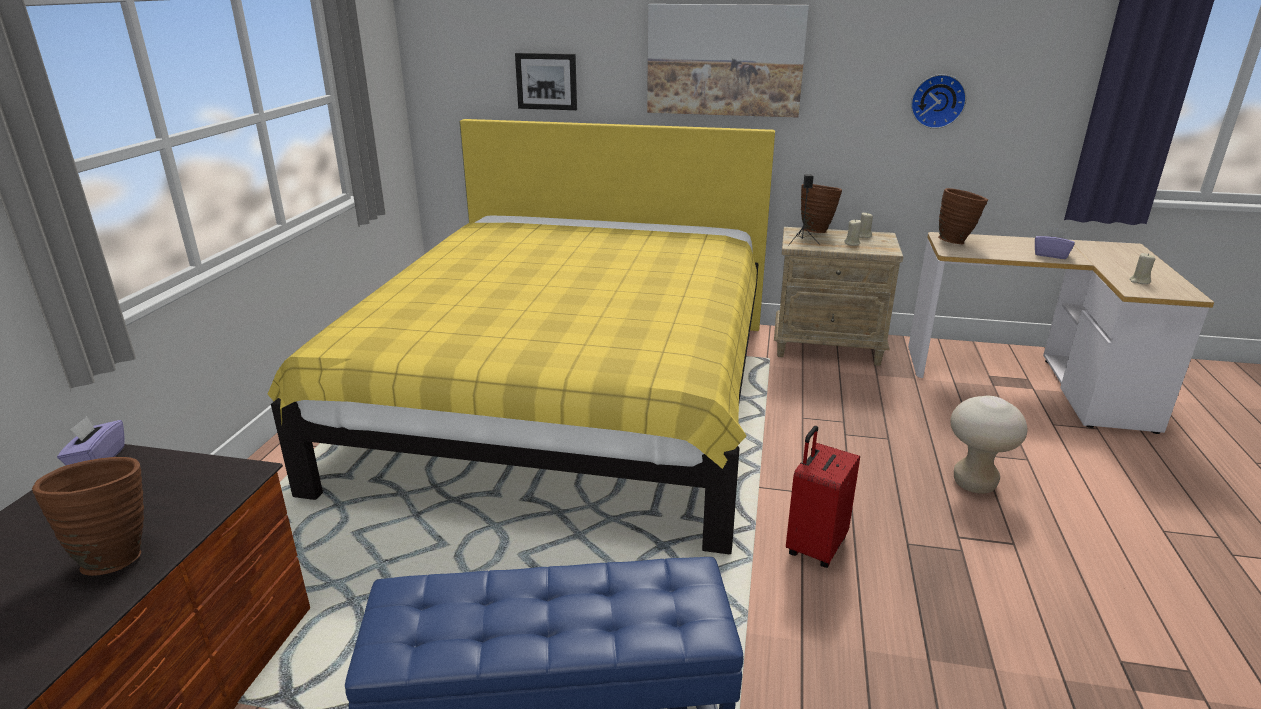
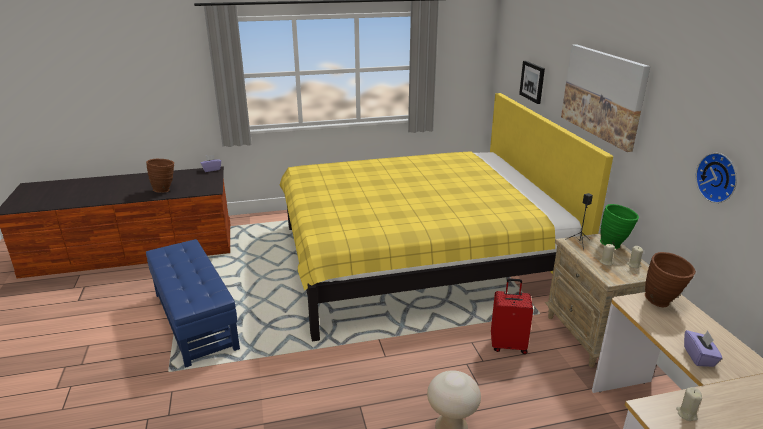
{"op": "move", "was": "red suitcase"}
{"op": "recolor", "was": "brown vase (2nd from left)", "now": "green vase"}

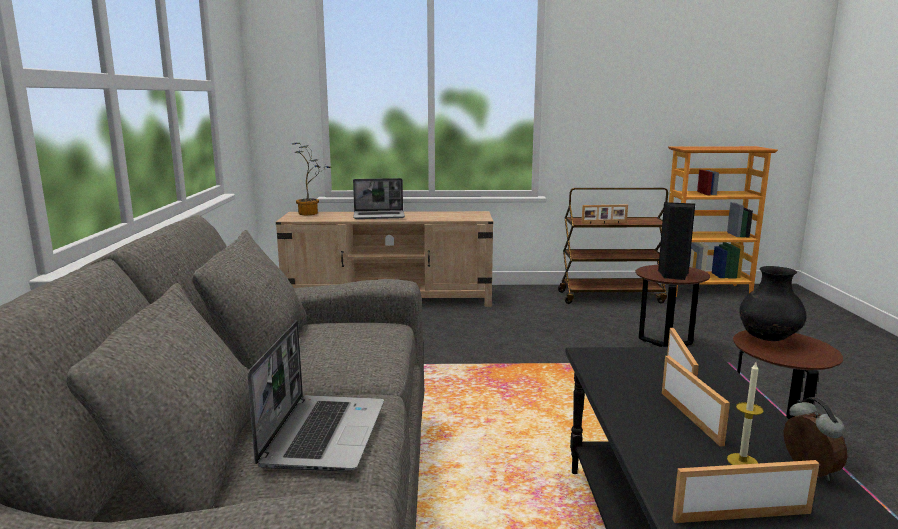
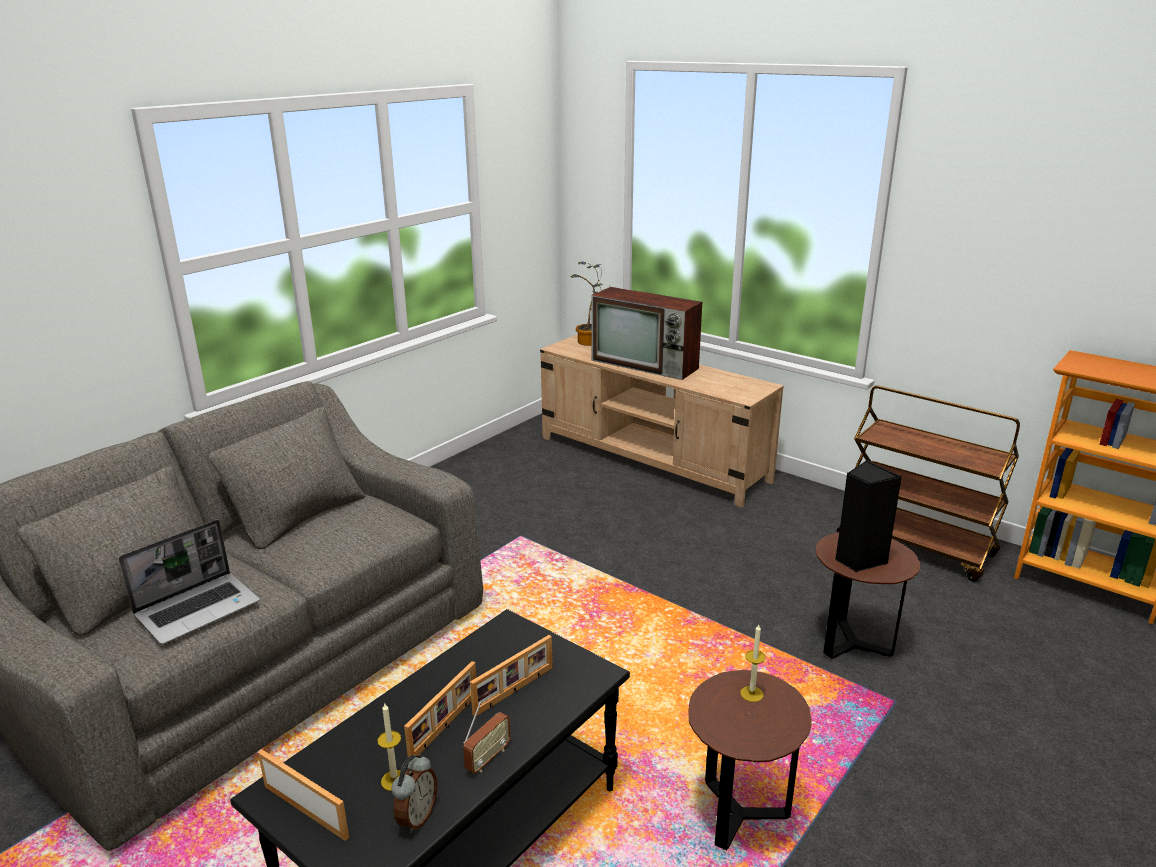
{"op": "delete", "was": "picture frame (1st from left)"}
{"op": "insert", "now": "radio"}
{"op": "replace", "was": "laptop (2nd from left)", "now": "television"}
{"op": "replace", "was": "black vase", "now": "candle (2nd from left)"}

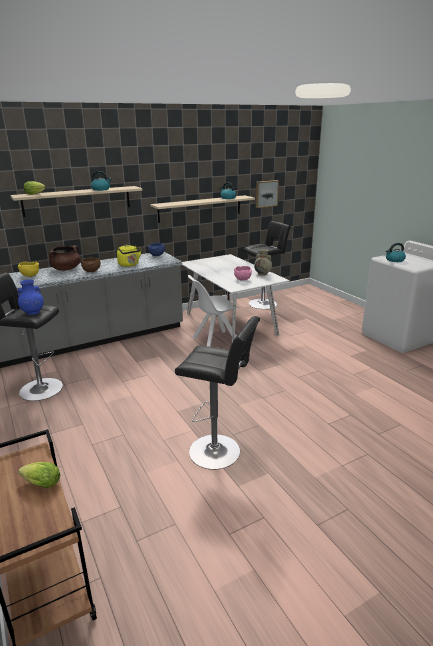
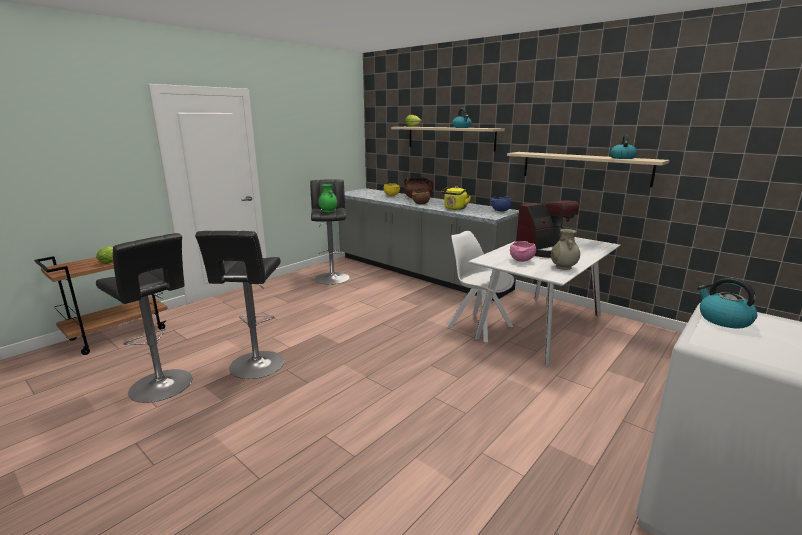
{"op": "delete", "was": "picture"}
{"op": "insert", "now": "coffee machine"}
{"op": "move", "was": "black stool (3rd from left in the first image)", "now": "black stool (1st from left)"}
{"op": "recolor", "was": "blue vase", "now": "green vase"}

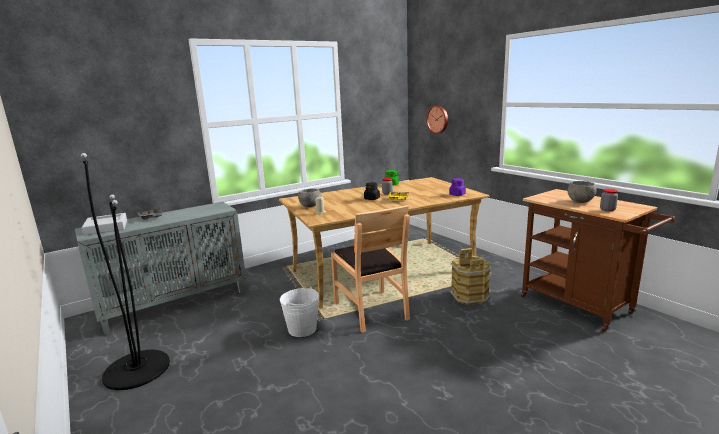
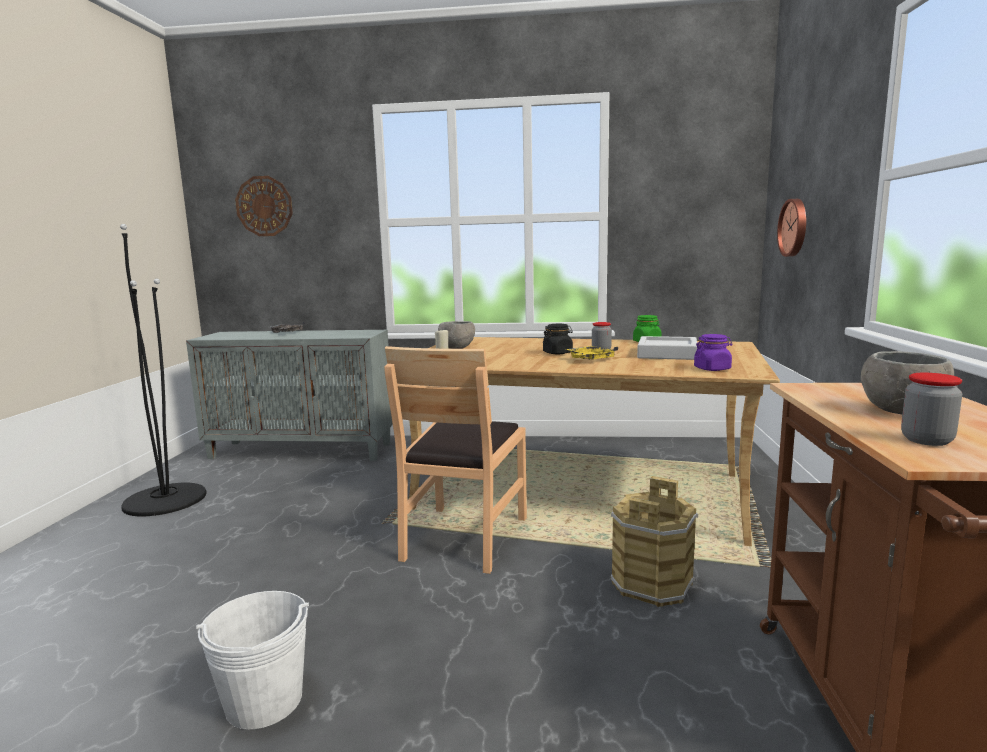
{"op": "insert", "now": "wall clock (1st from left)"}
{"op": "move", "was": "grey tray (1st from left in the first image)", "now": "grey tray (2nd from left)"}
{"op": "move", "was": "white bucket"}

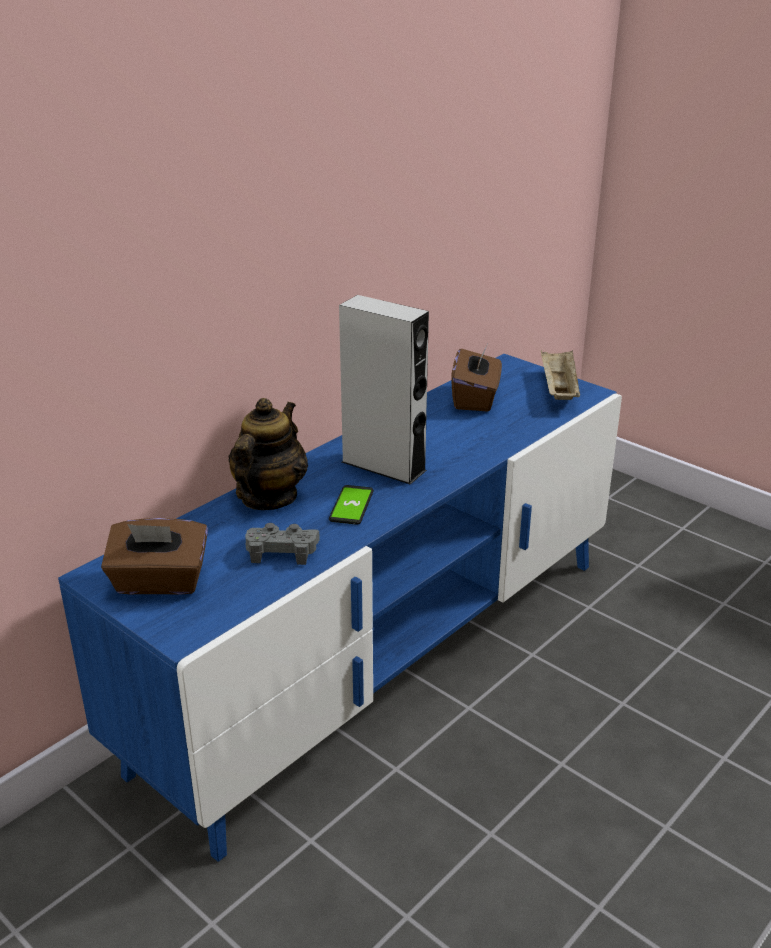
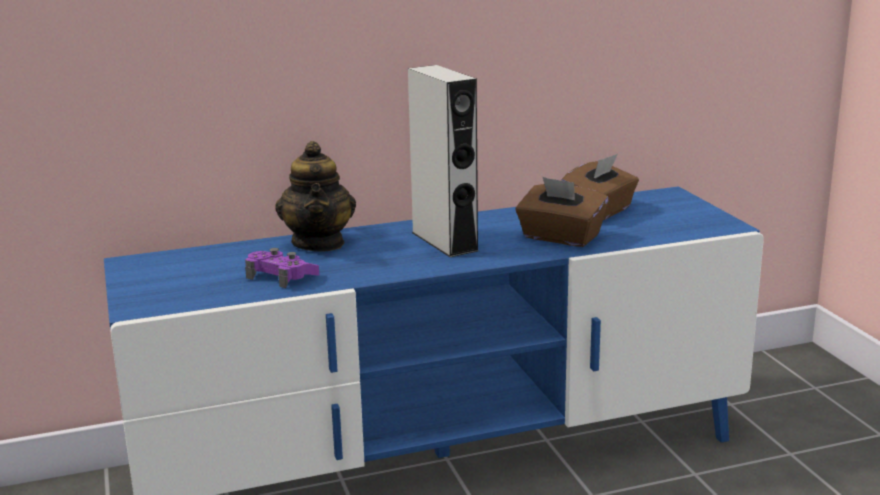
{"op": "delete", "was": "phone"}
{"op": "delete", "was": "beige tray"}
{"op": "move", "was": "brown tissue box (1st from left)"}
{"op": "recolor", "was": "grey game controller", "now": "purple game controller"}
{"op": "rotate", "was": "teapot", "clockwise": 120}

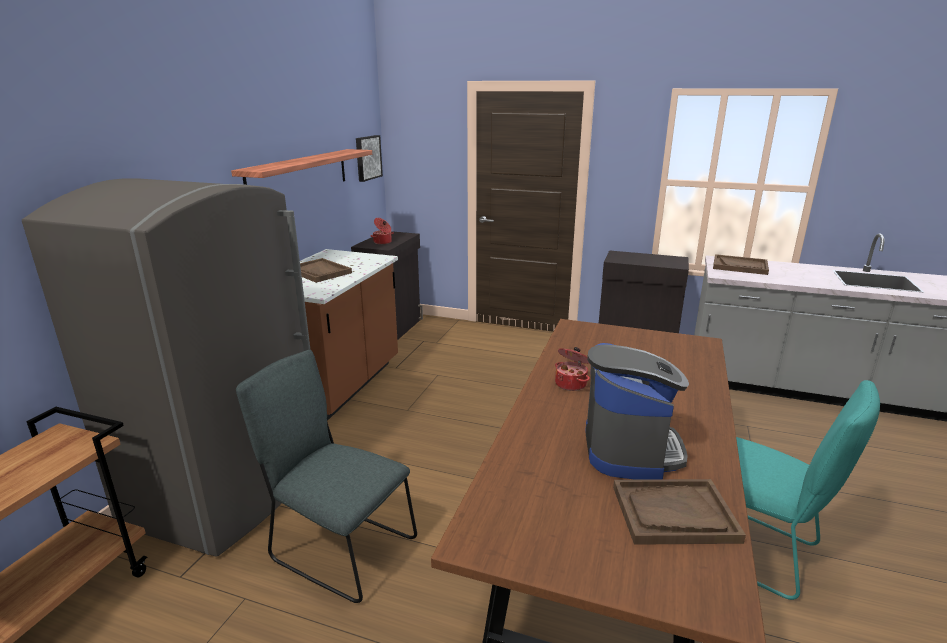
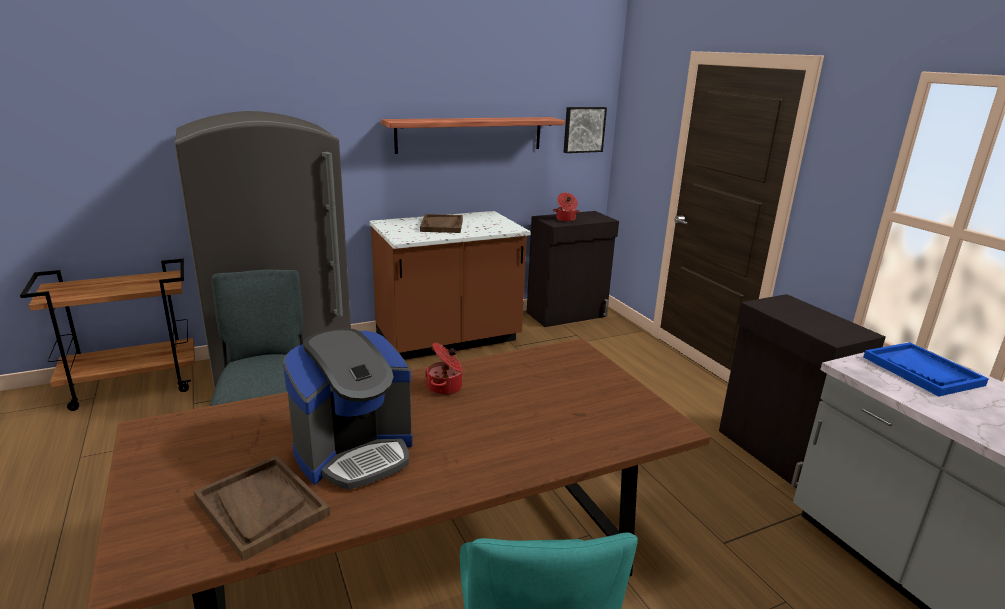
{"op": "recolor", "was": "brown tray (3rd from left)", "now": "blue tray"}

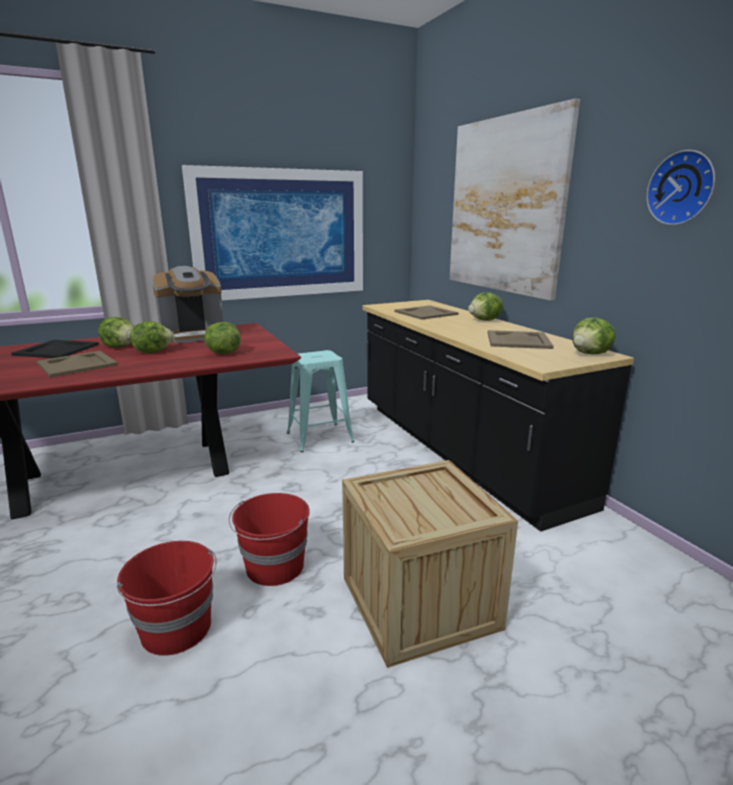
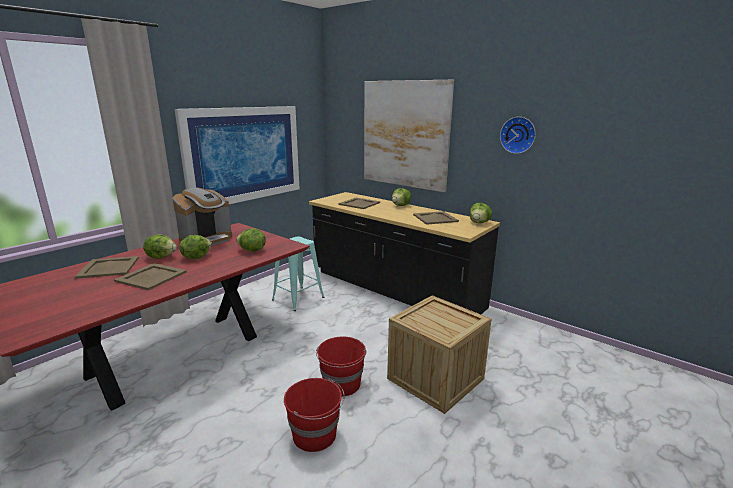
{"op": "recolor", "was": "black tray", "now": "beige tray (1st from left)"}

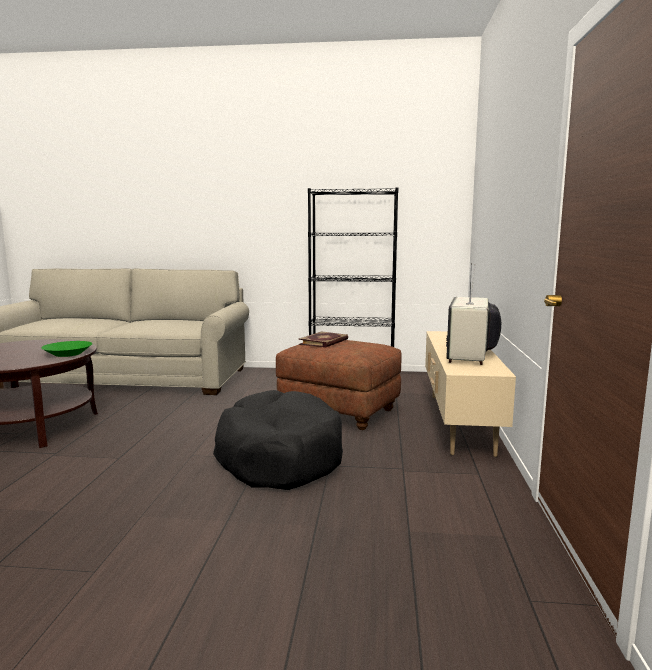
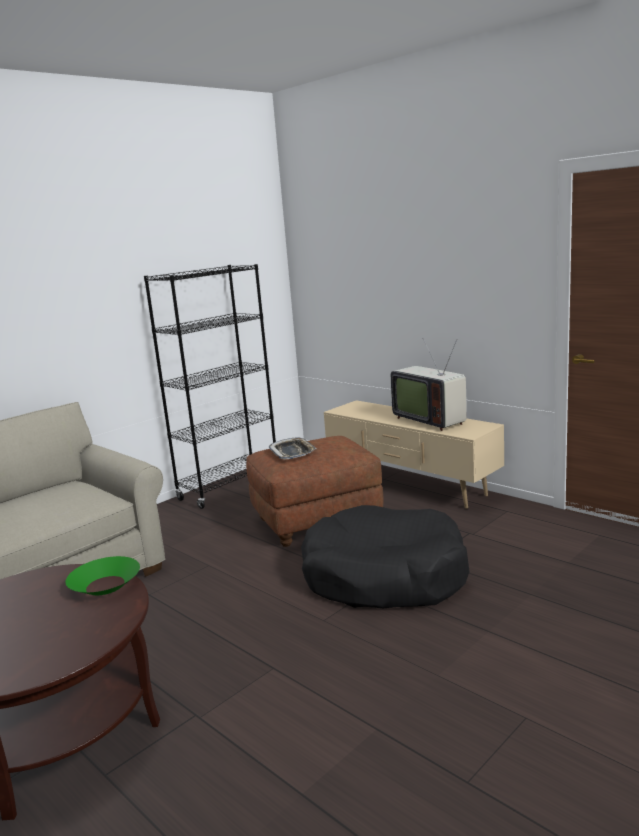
{"op": "replace", "was": "book", "now": "tray"}

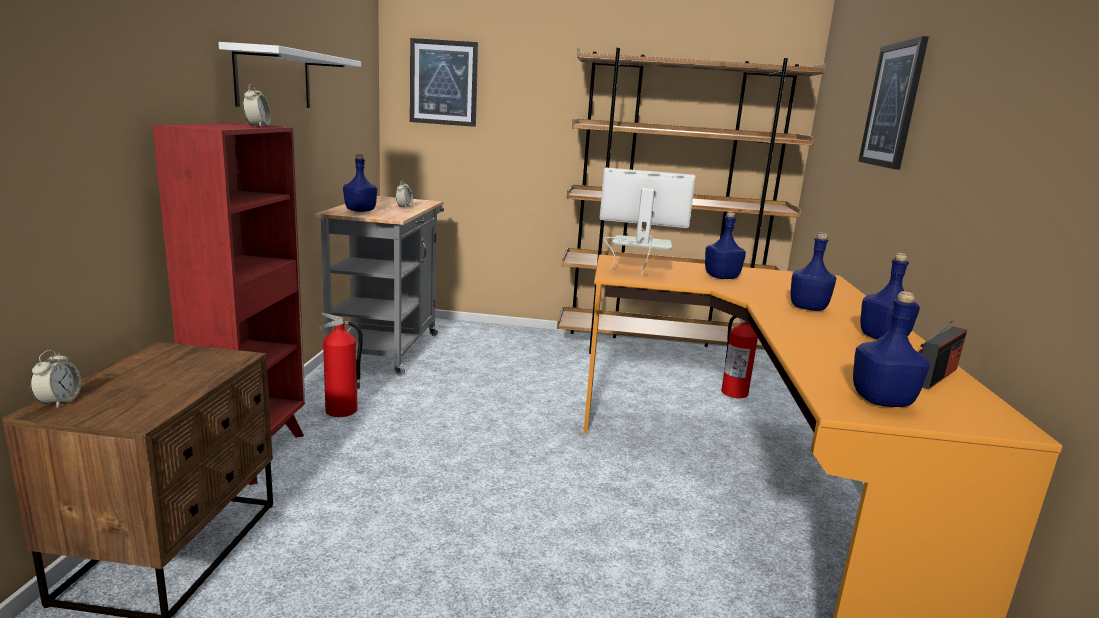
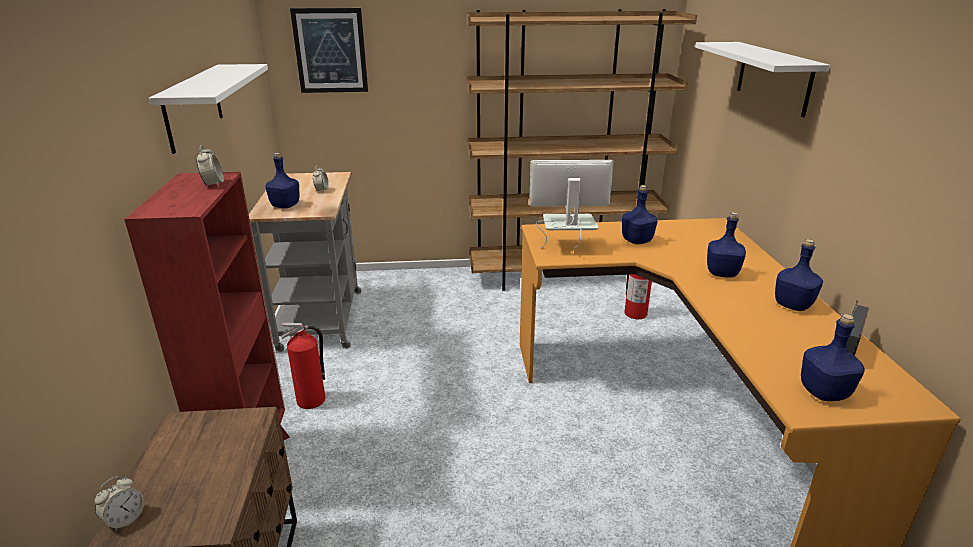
{"op": "replace", "was": "picture (2nd from left)", "now": "white shelf (2nd from left)"}
{"op": "rotate", "was": "alarm clock (1st from left)", "clockwise": 45}

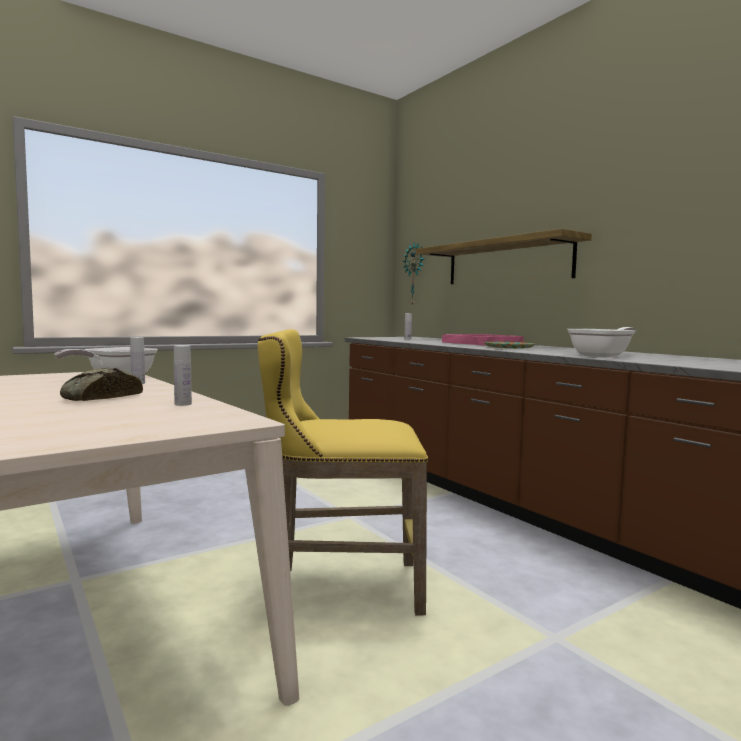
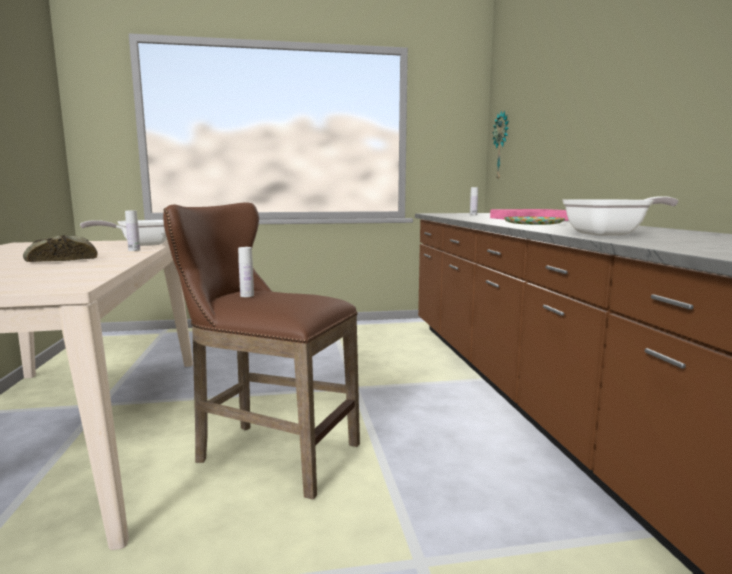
{"op": "delete", "was": "shelf"}
{"op": "move", "was": "white bottle (2nd from left)"}
{"op": "recolor", "was": "yellow stool", "now": "brown stool"}

